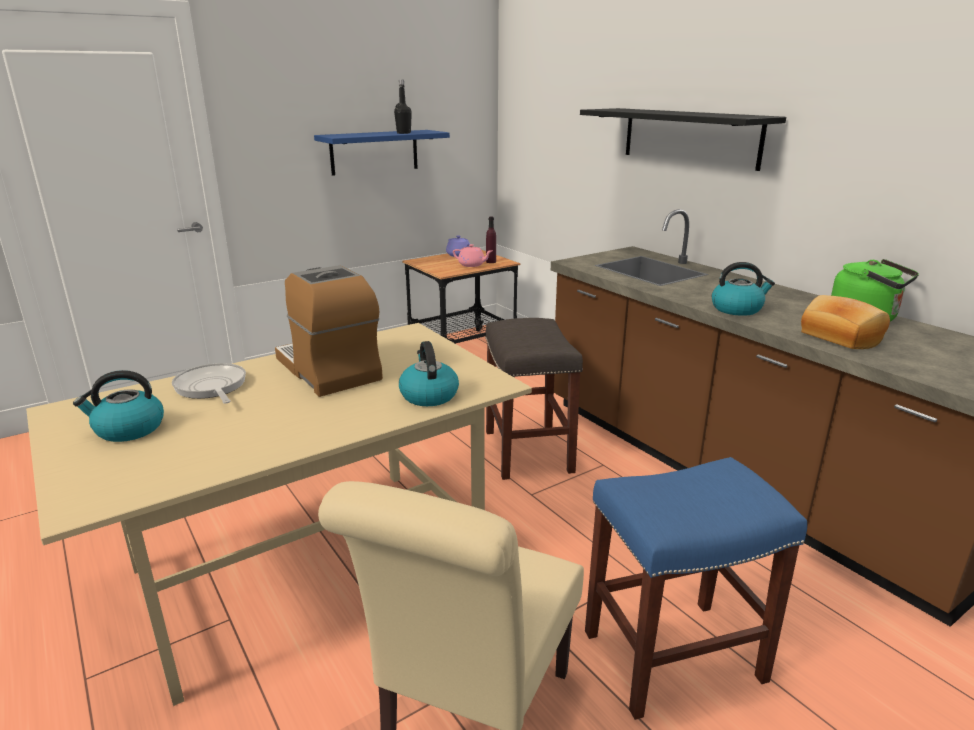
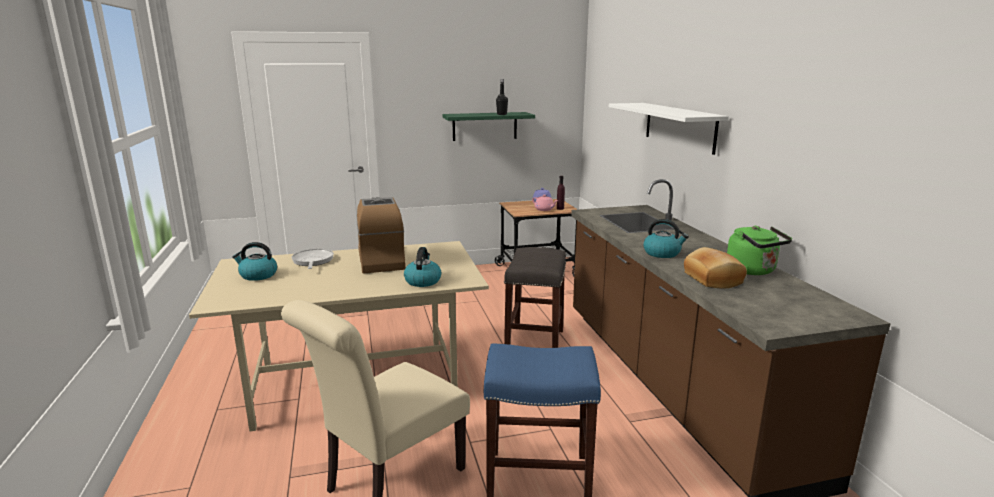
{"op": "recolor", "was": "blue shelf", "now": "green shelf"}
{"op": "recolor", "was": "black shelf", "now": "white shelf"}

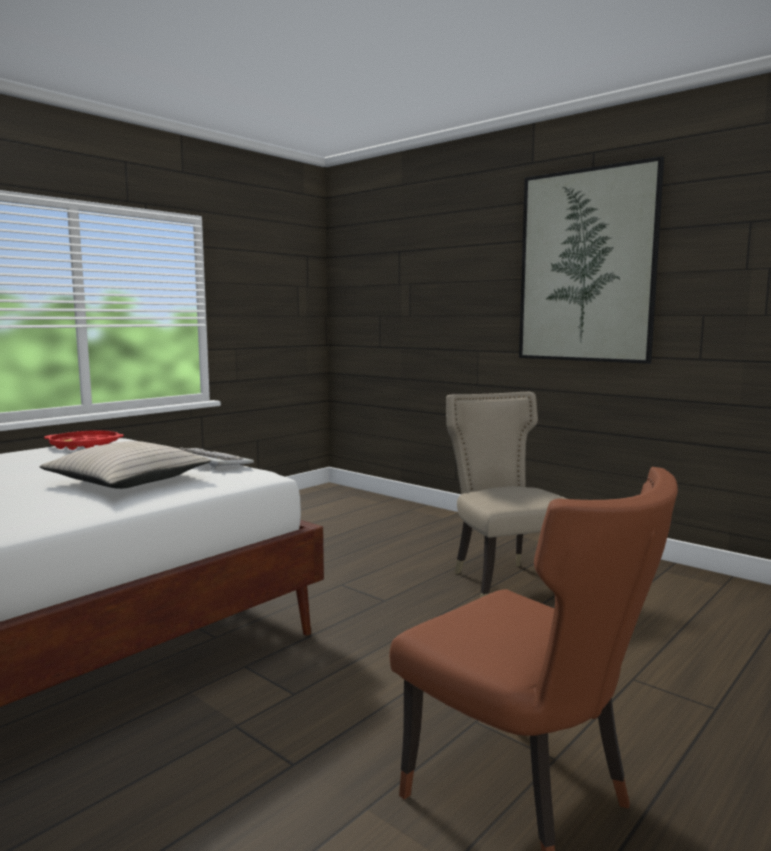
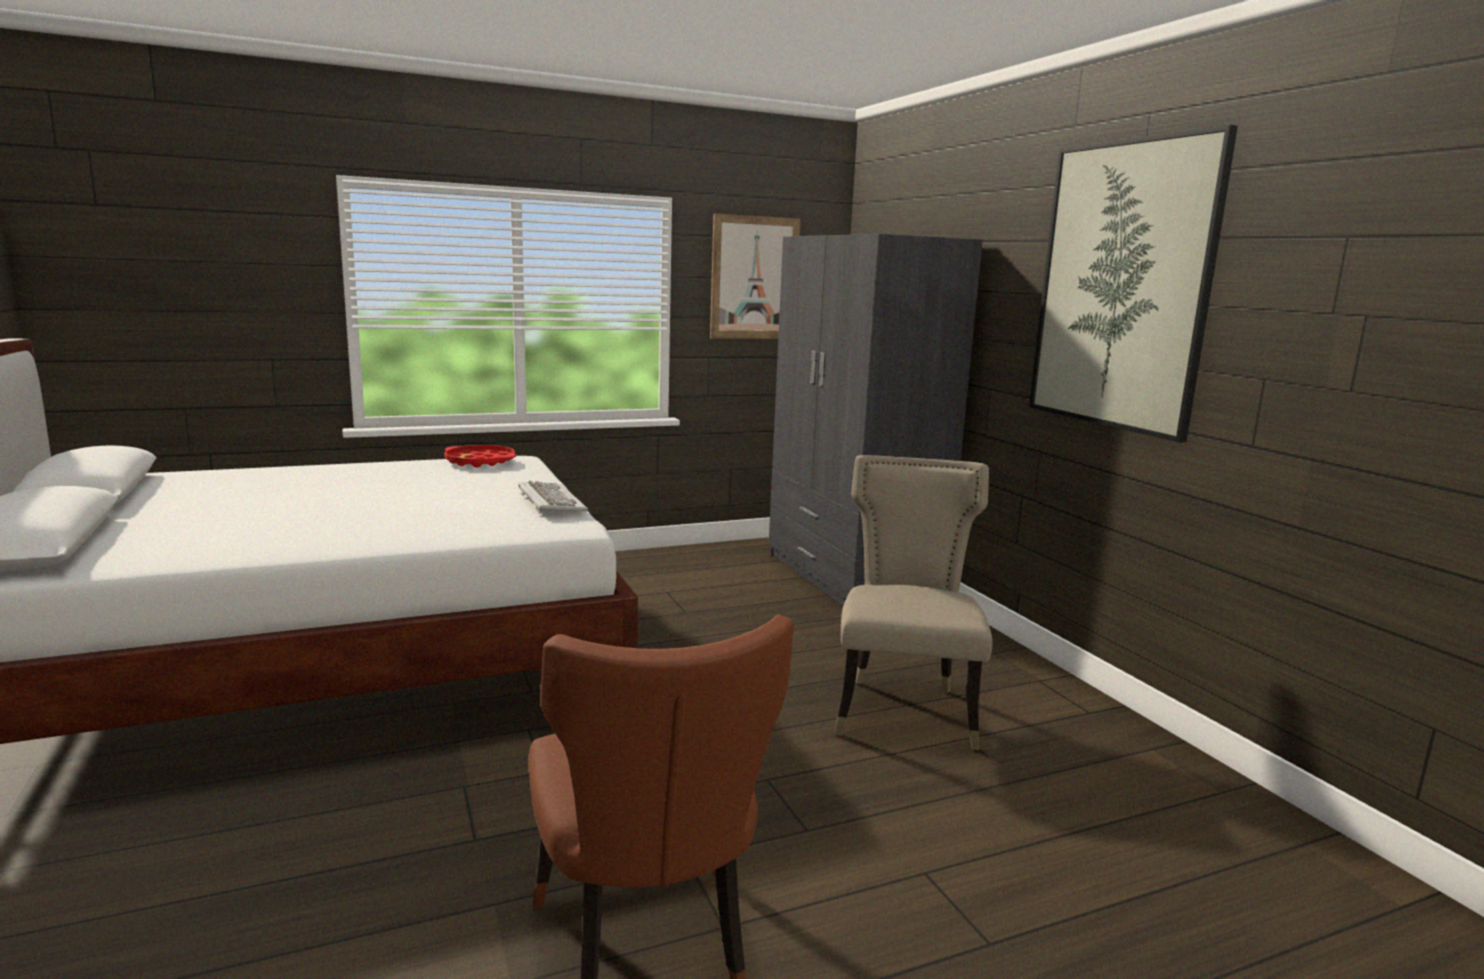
{"op": "delete", "was": "beige pillow"}
{"op": "insert", "now": "picture (1st from left)"}
{"op": "insert", "now": "grey wardrobe"}

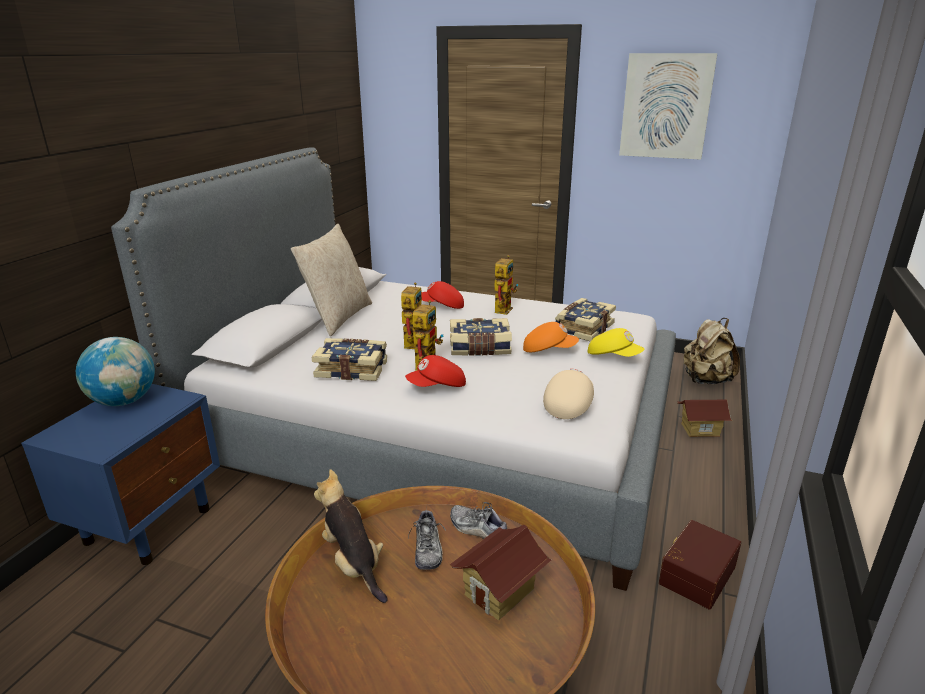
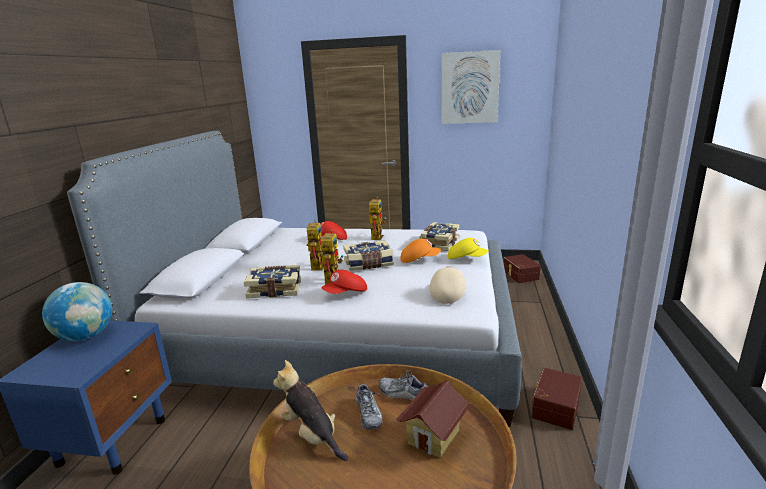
{"op": "delete", "was": "beige pillow"}
{"op": "delete", "was": "toy house (2nd from left)"}
{"op": "replace", "was": "beige backpack", "now": "brown storage box (1st from left)"}

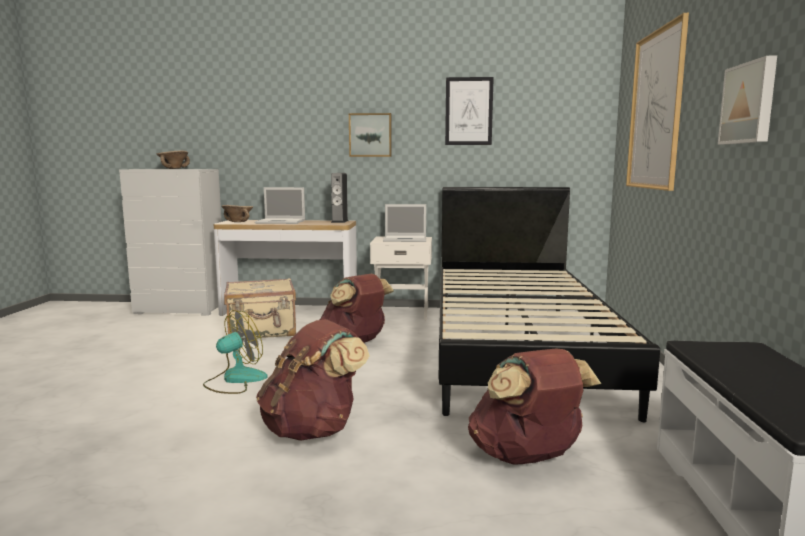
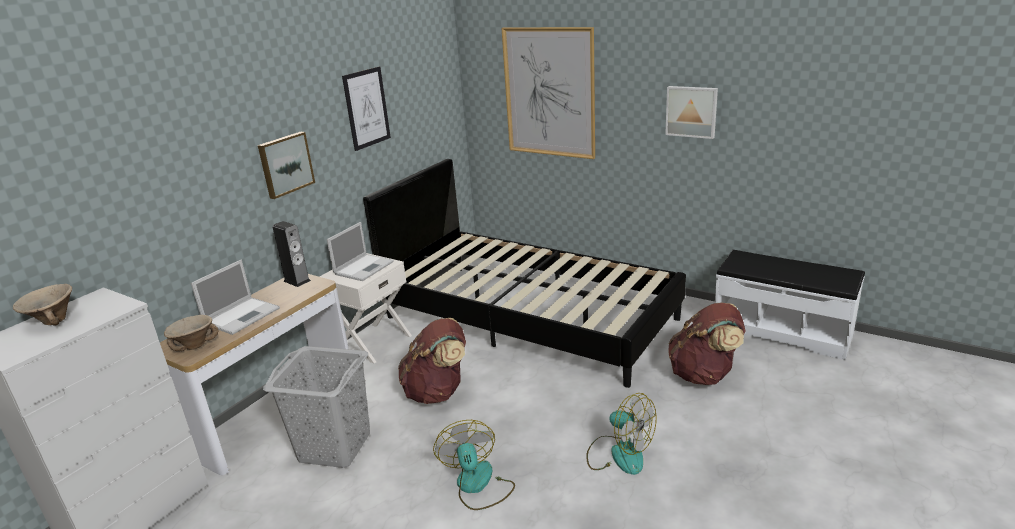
{"op": "replace", "was": "beige suitcase", "now": "grey laundry basket"}
{"op": "replace", "was": "brown backpack (1st from left)", "now": "fan (2nd from left)"}

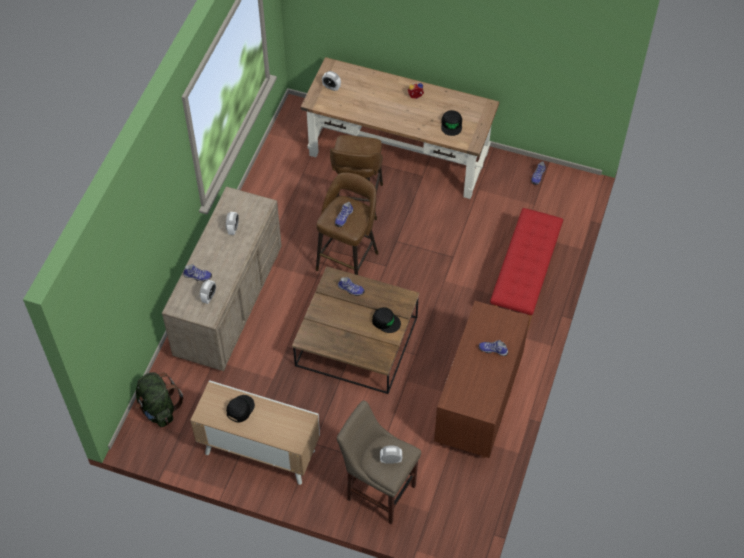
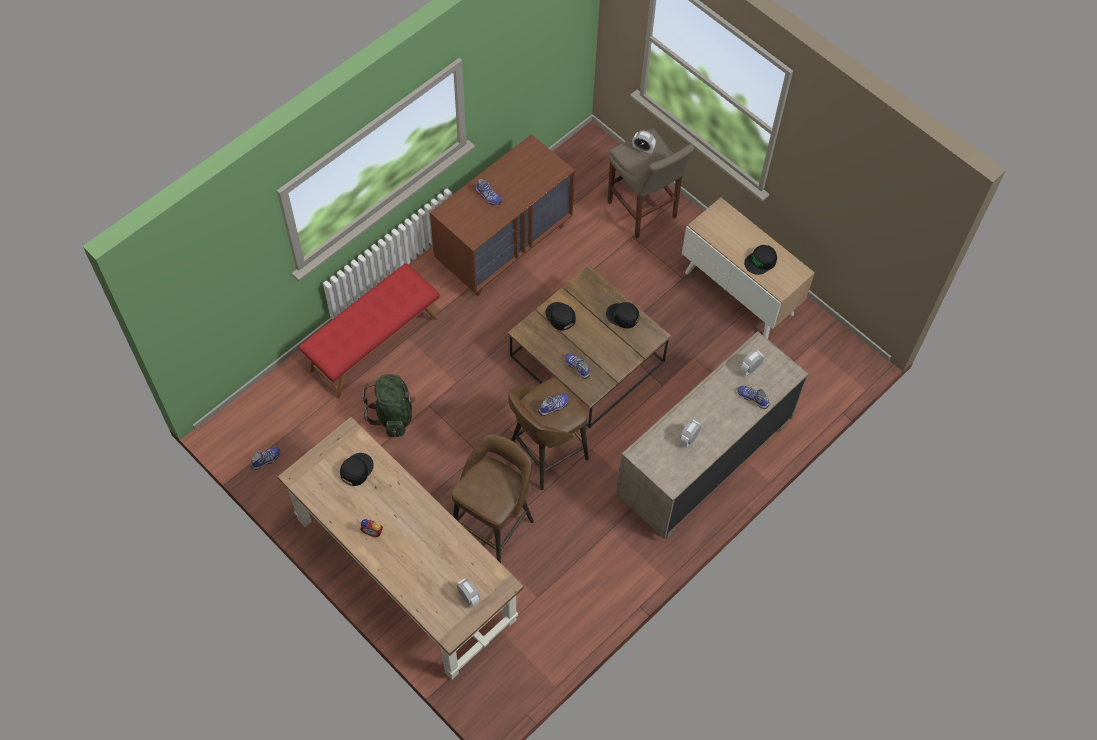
{"op": "insert", "now": "black cap (3rd from left)"}
{"op": "move", "was": "green backpack"}

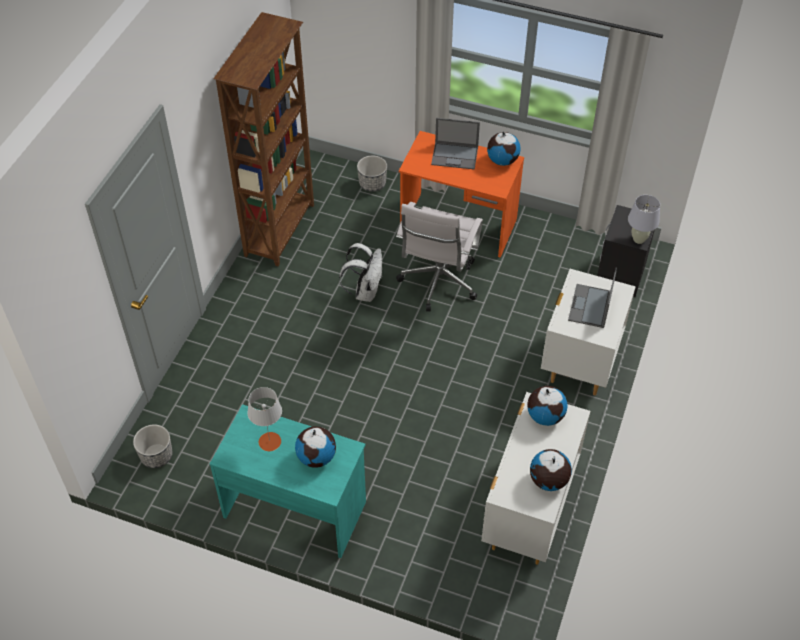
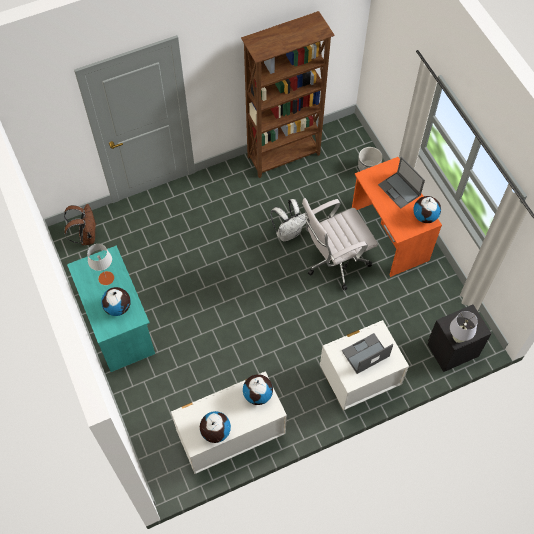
{"op": "replace", "was": "planter (1st from left)", "now": "brown backpack"}

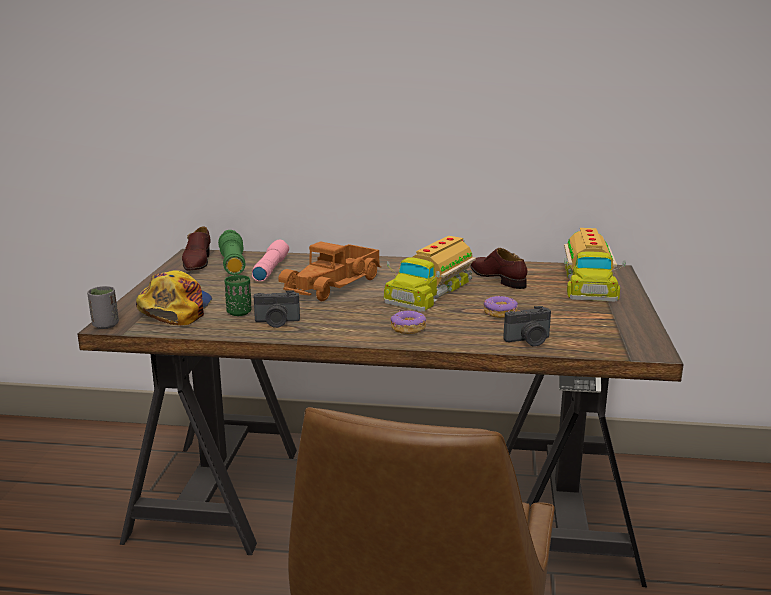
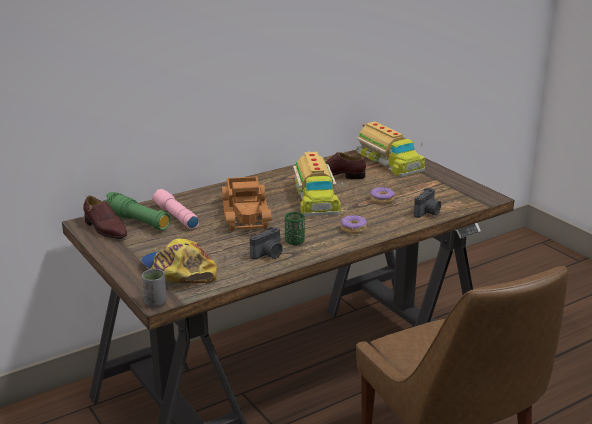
{"op": "move", "was": "green cup"}

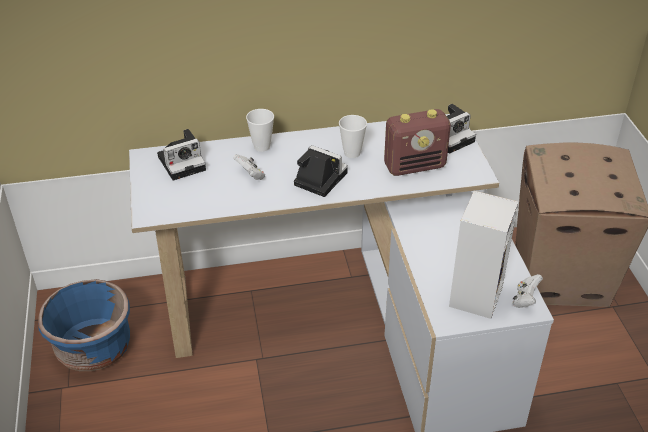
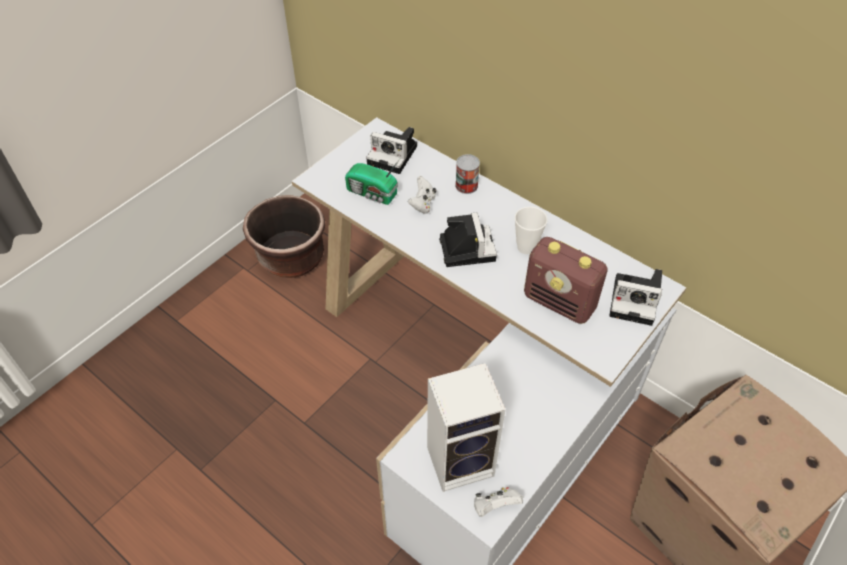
{"op": "insert", "now": "radio (1st from left)"}
{"op": "replace", "was": "cup (1st from left)", "now": "can"}
{"op": "recolor", "was": "blue planter", "now": "brown planter"}

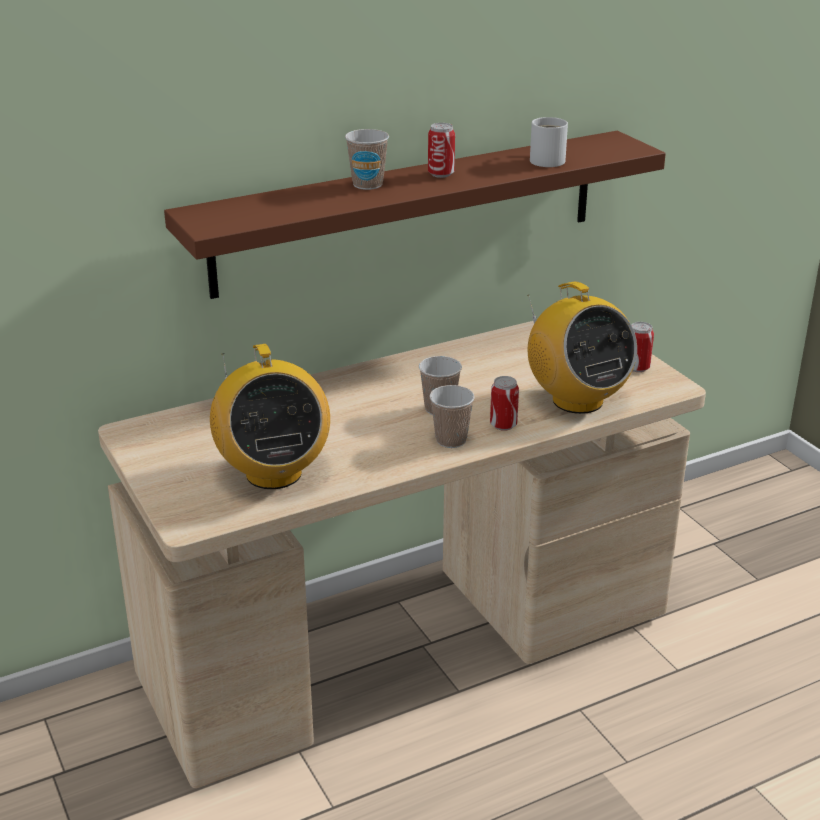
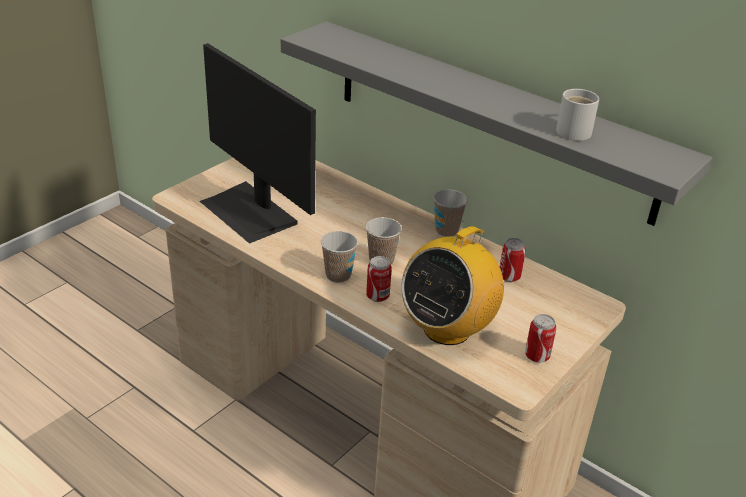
{"op": "move", "was": "cup (1st from left in the first image)", "now": "cup (3rd from left)"}
{"op": "move", "was": "can (1st from left in the first image)", "now": "can (2nd from left)"}
{"op": "replace", "was": "radio (1st from left)", "now": "monitor"}
{"op": "recolor", "was": "brown shelf", "now": "grey shelf"}

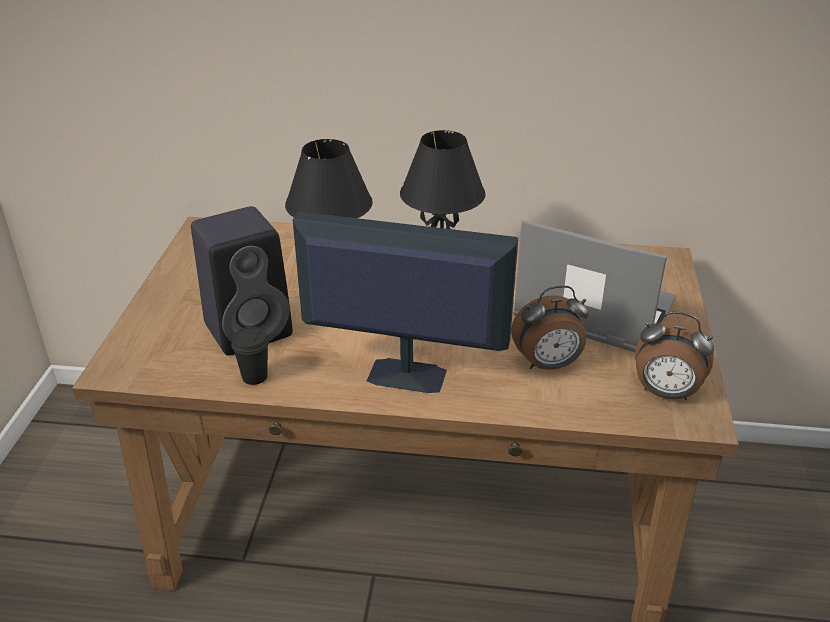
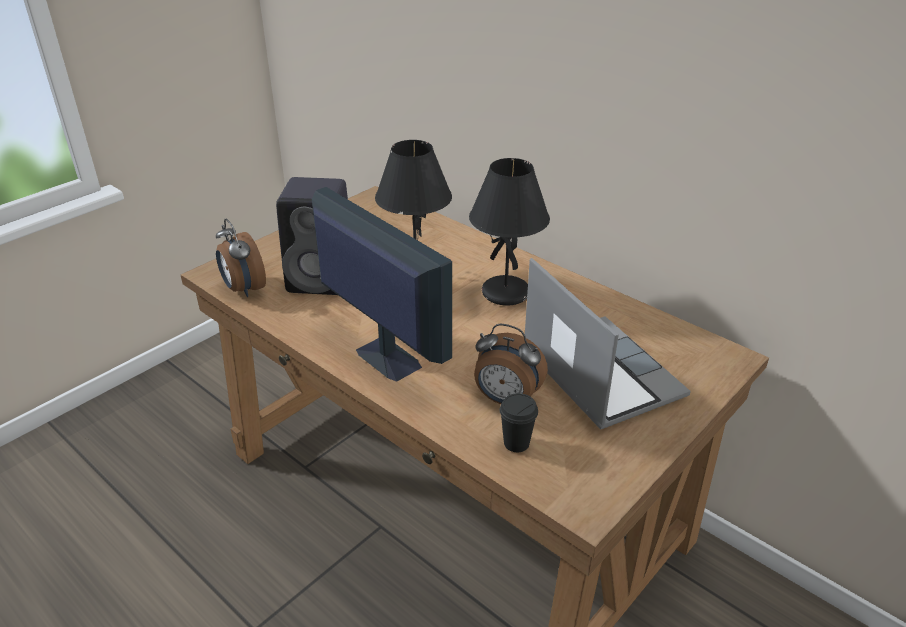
{"op": "move", "was": "black cup"}
{"op": "move", "was": "alarm clock (2nd from left in the first image)", "now": "alarm clock (1st from left)"}

